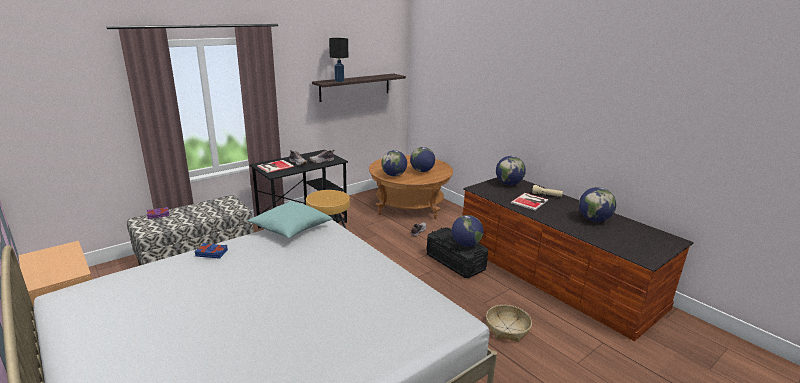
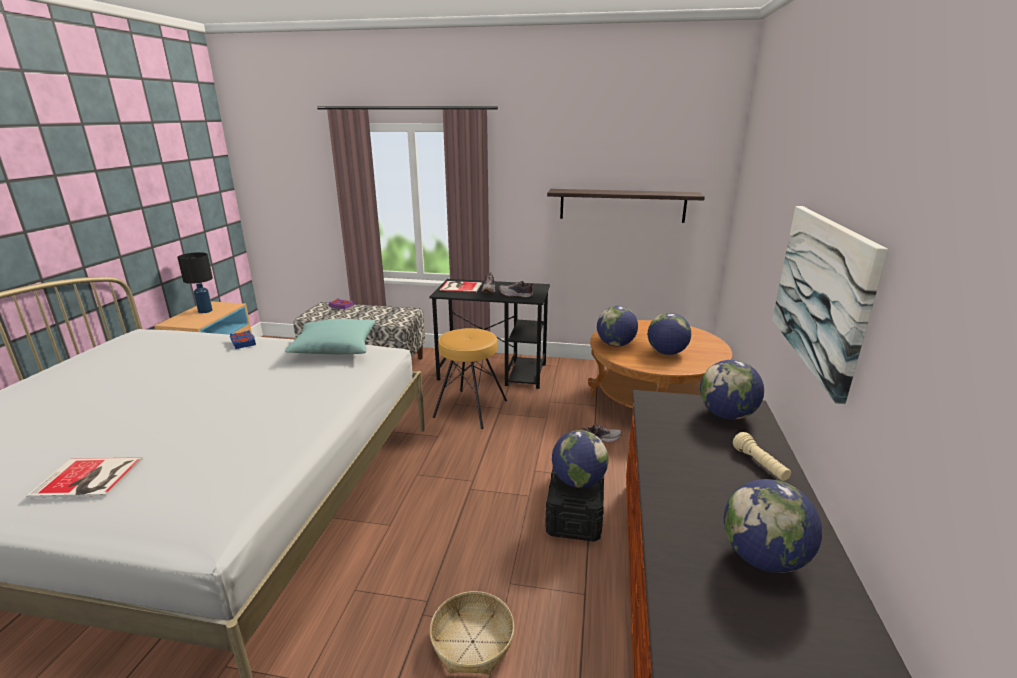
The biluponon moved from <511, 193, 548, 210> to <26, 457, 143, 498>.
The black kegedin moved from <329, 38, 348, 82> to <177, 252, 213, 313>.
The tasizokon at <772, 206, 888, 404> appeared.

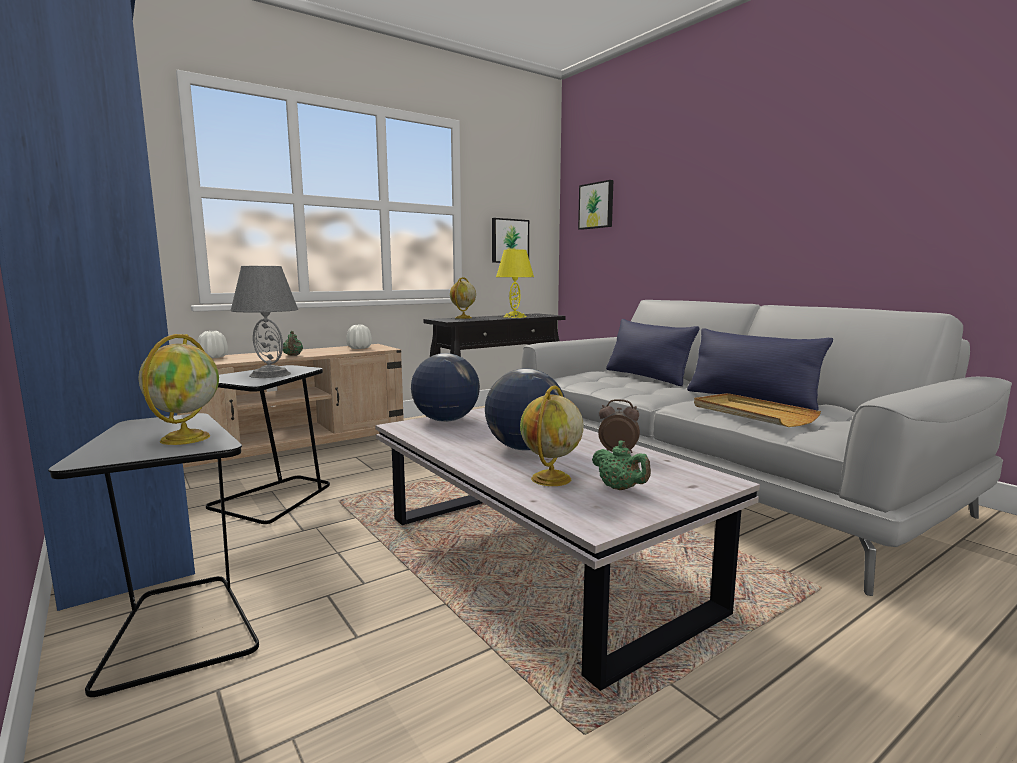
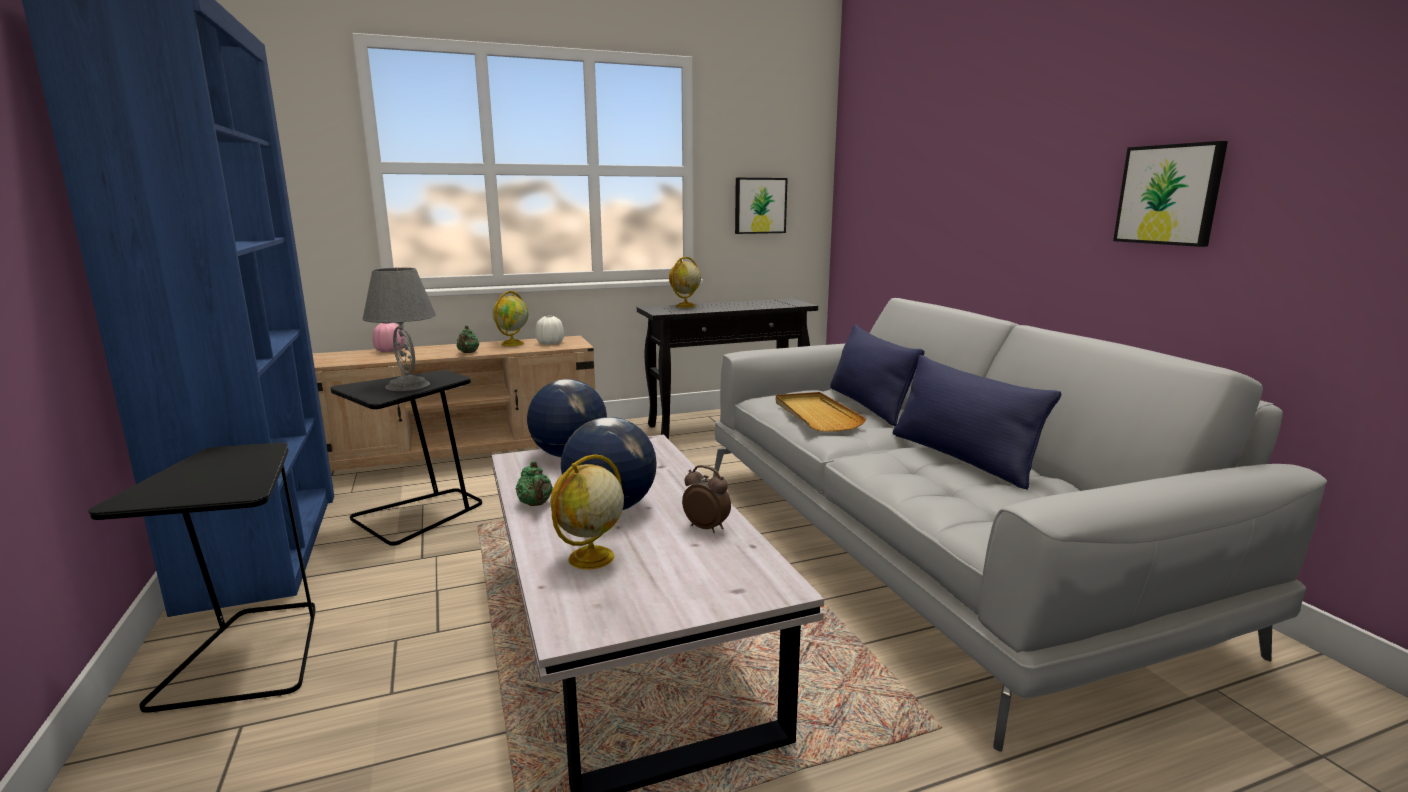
The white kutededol at <197, 331, 228, 358> became the pink kutededol at <373, 323, 405, 352>.
The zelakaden moved from <138, 334, 219, 445> to <492, 291, 529, 346>.
The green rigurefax moved from <592, 440, 651, 490> to <515, 461, 553, 506>.
The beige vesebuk moved from <694, 393, 821, 427> to <776, 392, 867, 432>.
The tasizokon moved from <578, 180, 613, 230> to <1113, 141, 1228, 247>.
The yellow kegedin at <496, 249, 534, 318> disappeared.

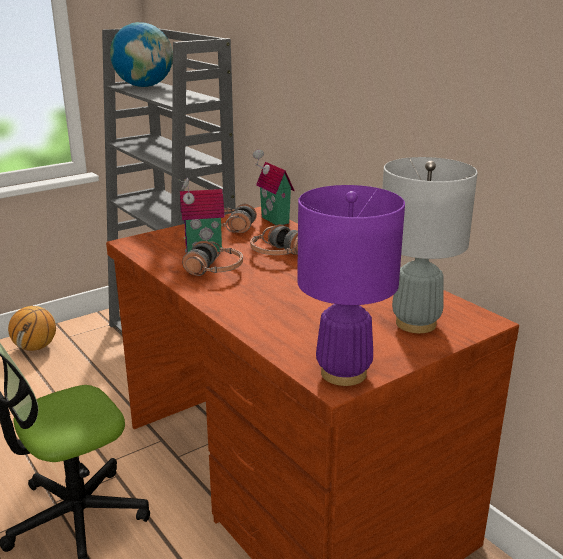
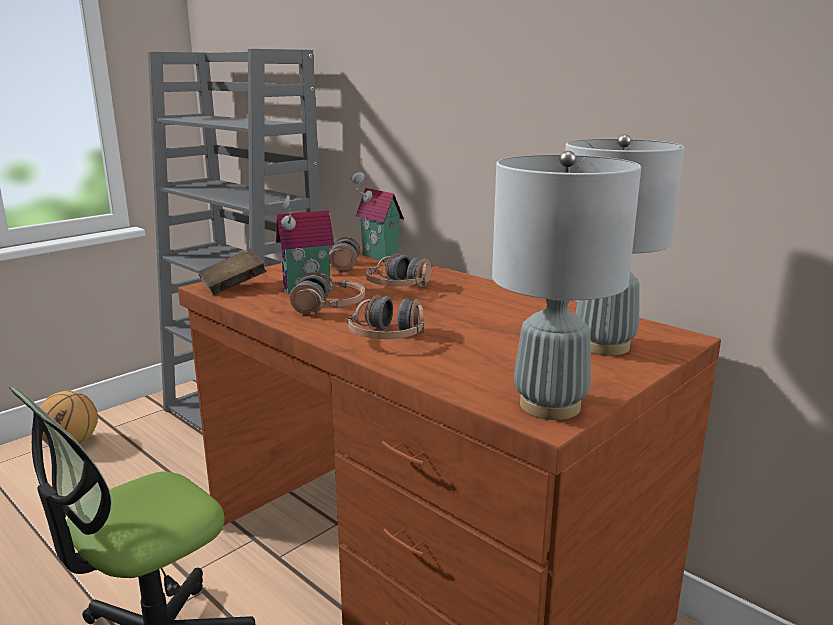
The brown biluponon at <198, 249, 267, 295> appeared.
The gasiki at <347, 295, 424, 339> appeared.
The purple kegedin at <297, 185, 405, 386> became the grey kegedin at <492, 151, 641, 420>.
The zelakaden at <110, 22, 173, 87> disappeared.

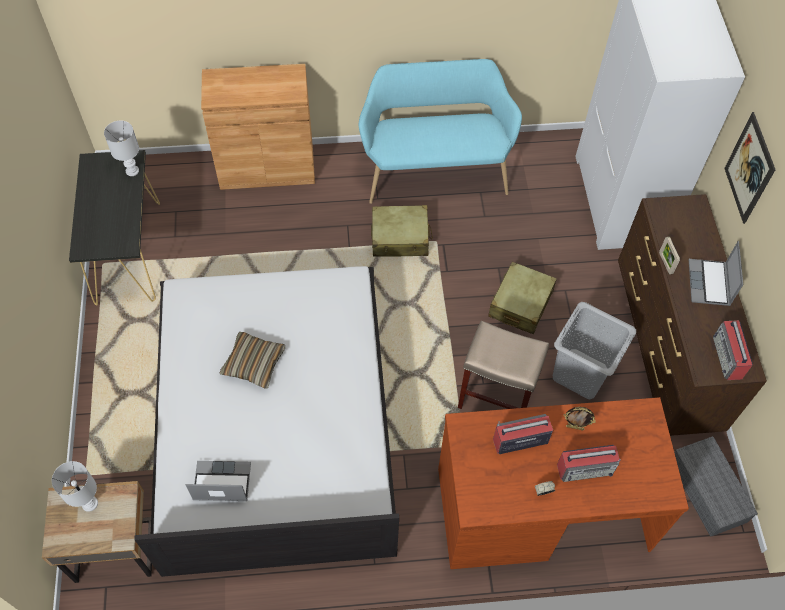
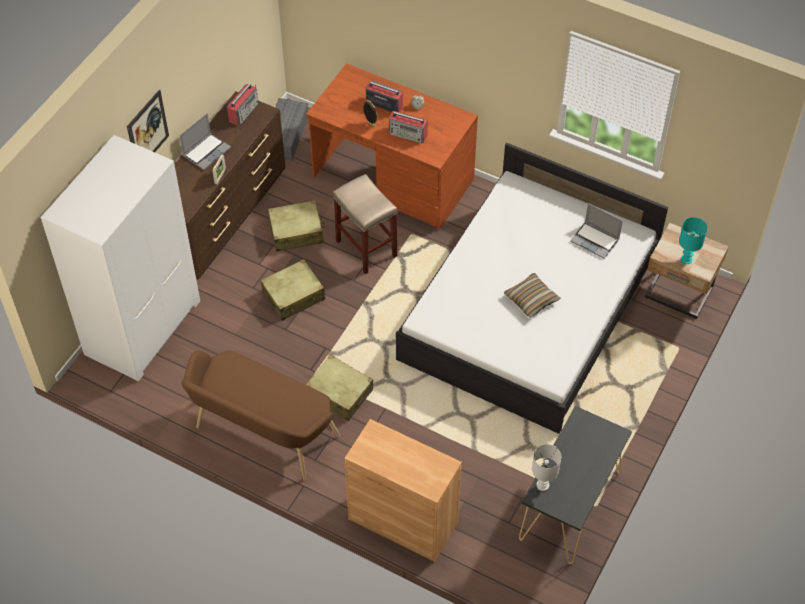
The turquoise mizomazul at <359, 59, 522, 204> became the brown mizomazul at <181, 350, 341, 481>.
The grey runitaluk at <553, 302, 636, 400> was replaced by the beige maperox at <268, 200, 325, 252>.
The white kegedin at <52, 461, 98, 512> became the turquoise kegedin at <679, 217, 707, 264>.

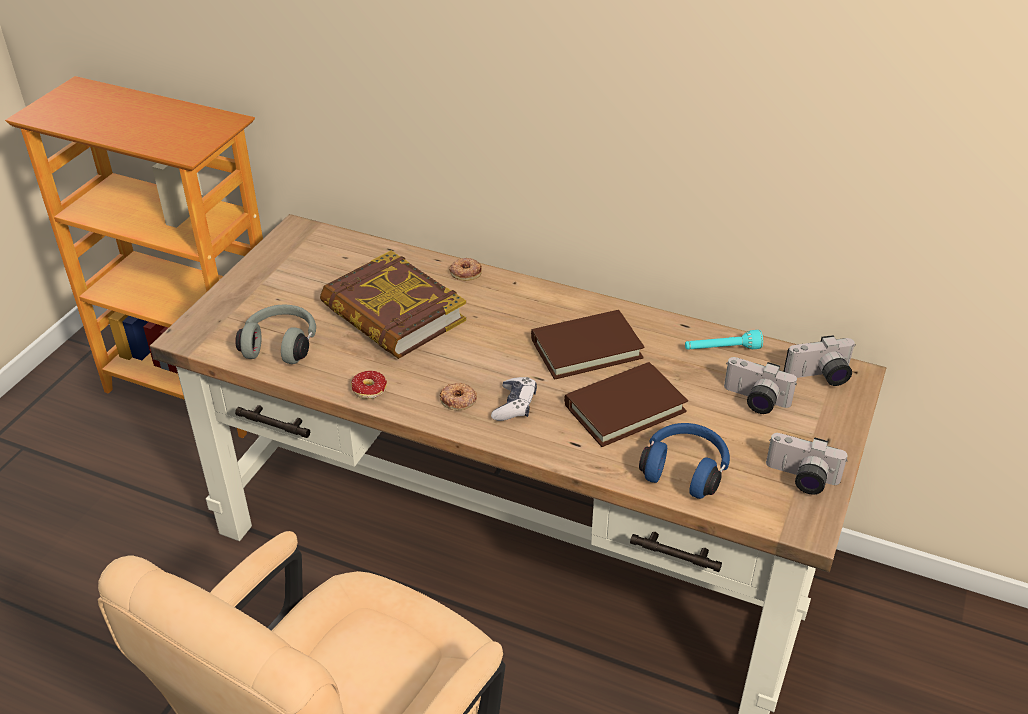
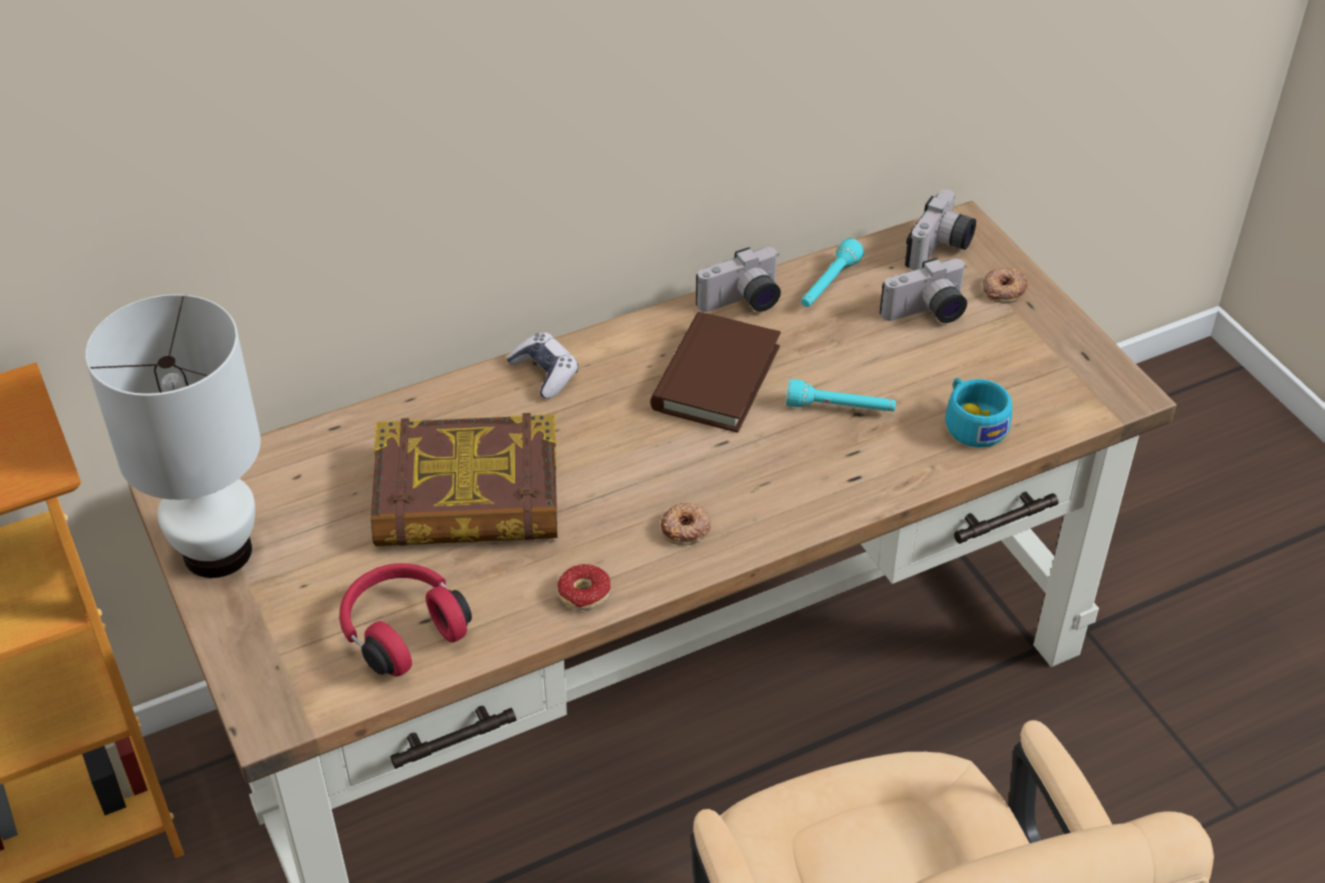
The white kegedin at <85, 294, 261, 578> appeared.
The grey gasiki at <235, 305, 316, 364> became the red gasiki at <339, 563, 472, 677>.
The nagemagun moved from <491, 377, 537, 421> to <506, 332, 578, 399>.
The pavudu moved from <766, 433, 848, 494> to <696, 247, 781, 312>.
The brown biluponon at <564, 362, 688, 447> was replaced by the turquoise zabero at <786, 379, 896, 411>.
The blue gasiki at <639, 423, 730, 499> was replaced by the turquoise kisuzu at <945, 378, 1012, 447>.
The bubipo moved from <449, 258, 482, 281> to <983, 268, 1027, 304>.

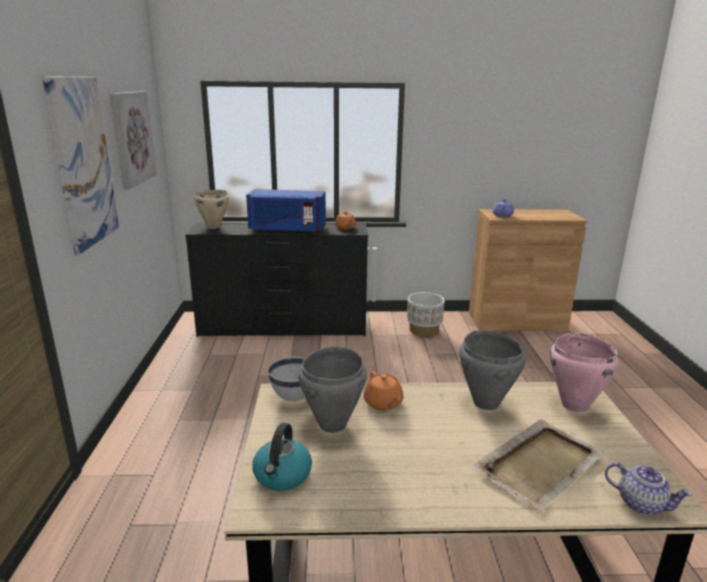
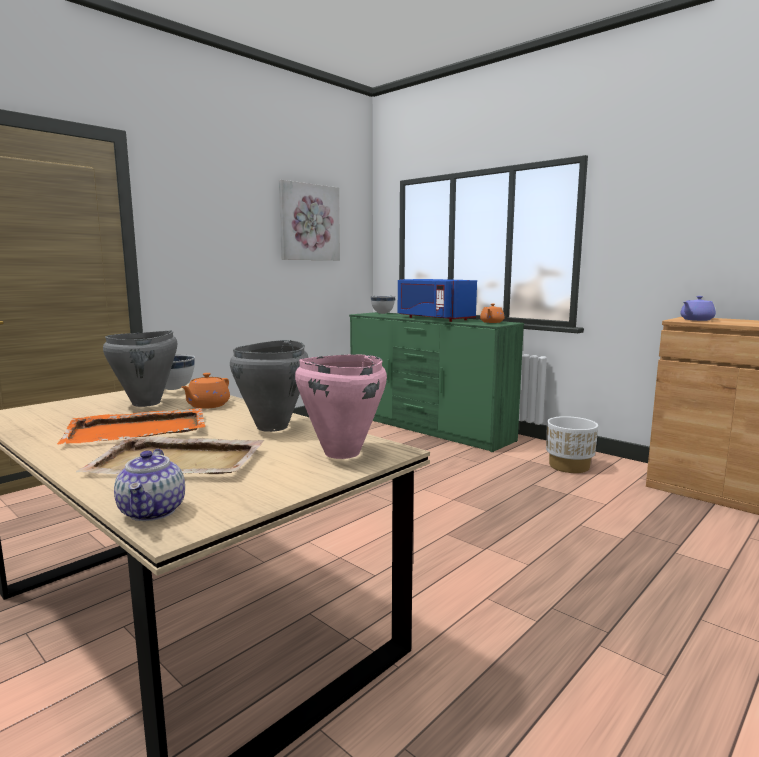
The orange vesebuk at <57, 408, 205, 444> appeared.
The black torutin at <185, 223, 368, 336> became the green torutin at <349, 312, 524, 452>.
The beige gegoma at <194, 190, 229, 229> was replaced by the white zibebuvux at <370, 296, 395, 314>.
The tasizokon at <42, 76, 119, 256> disappeared.
The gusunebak at <252, 423, 312, 491> disappeared.

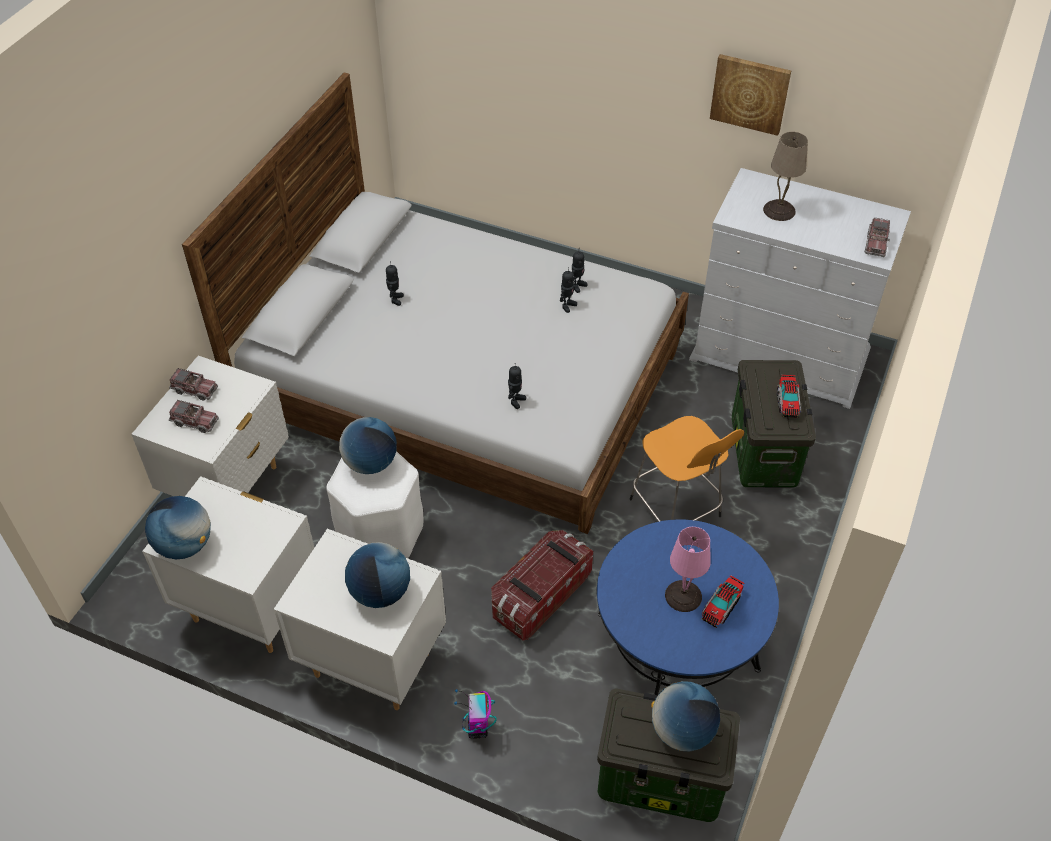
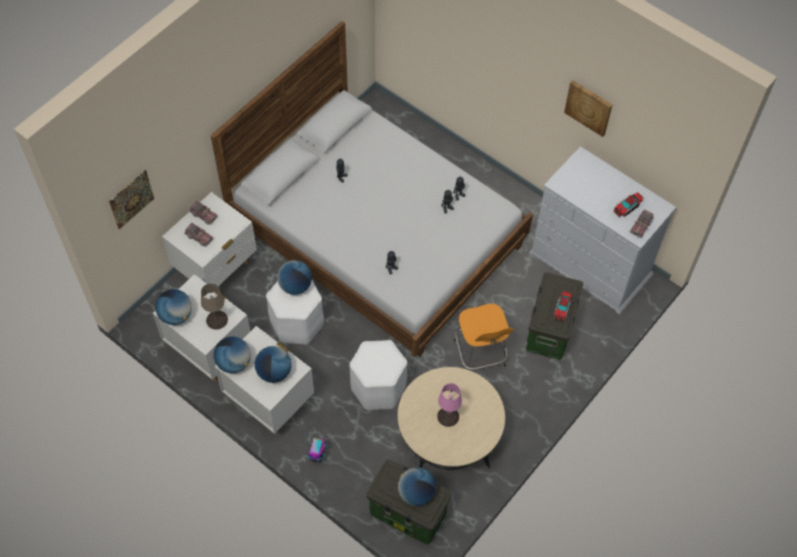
The tasizokon at <109, 170, 154, 229> appeared.
The beige kegedin moved from <763, 132, 808, 221> to <201, 284, 228, 329>.
The zelakaden at <214, 337, 251, 373> appeared.
The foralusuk at <491, 530, 593, 640> was replaced by the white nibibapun at <349, 340, 407, 410>.
The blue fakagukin at <597, 519, 779, 695> became the beige fakagukin at <398, 367, 505, 470>.
The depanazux moved from <701, 576, 744, 628> to <613, 192, 643, 217>.

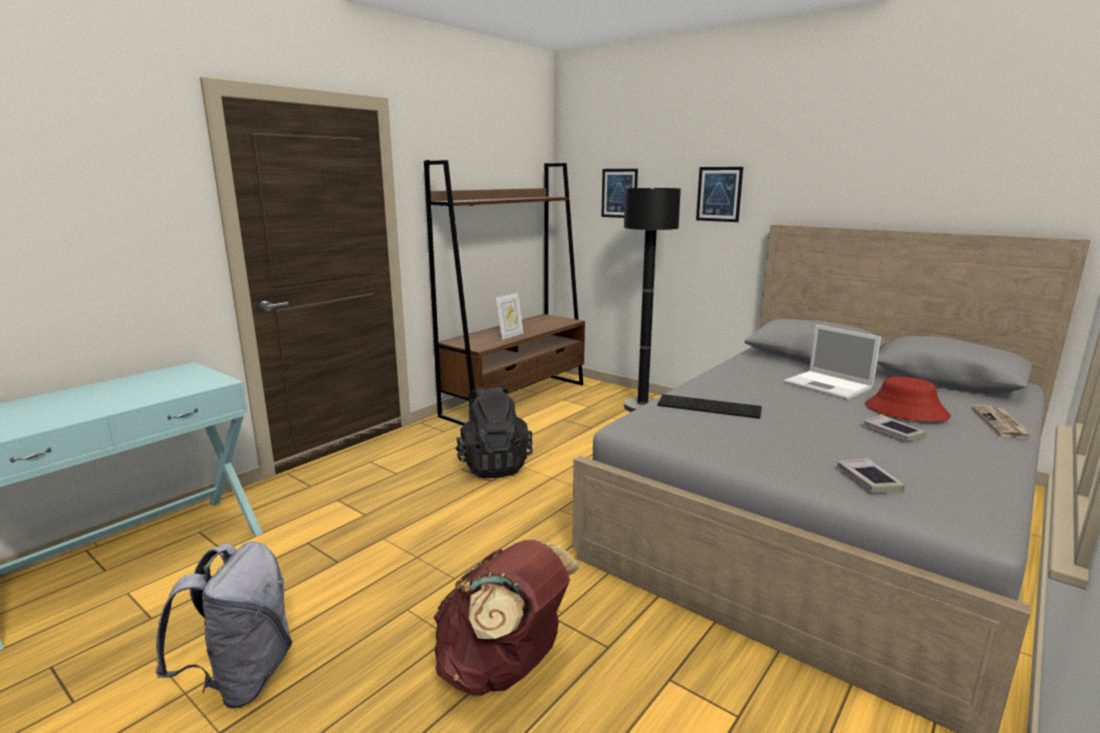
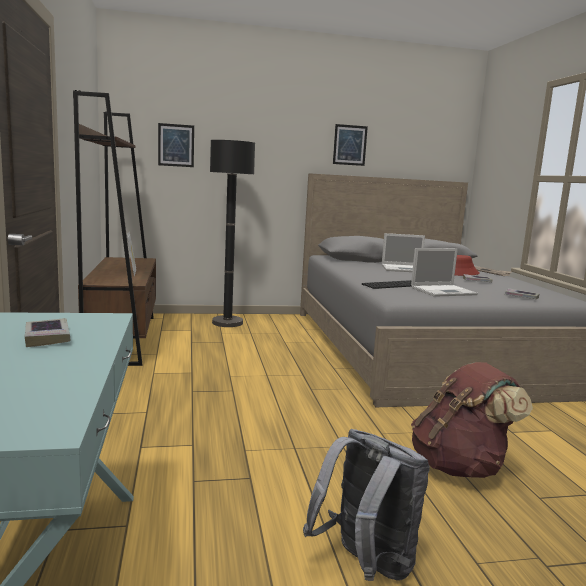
The biluponon at <24, 318, 71, 347> appeared.
The tasizokon moved from <696, 167, 743, 222> to <333, 124, 368, 166>.
The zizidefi at <411, 248, 478, 297> appeared.
The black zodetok at <456, 385, 532, 478> disappeared.

